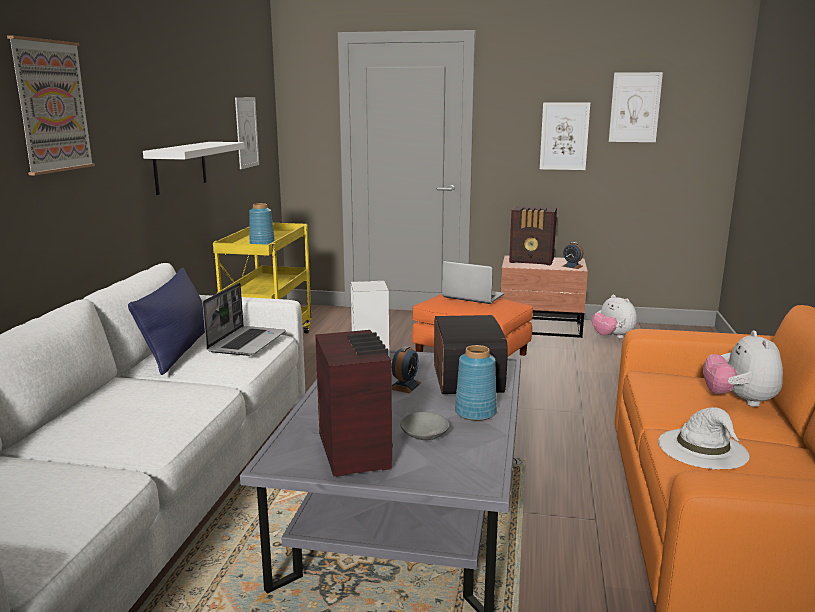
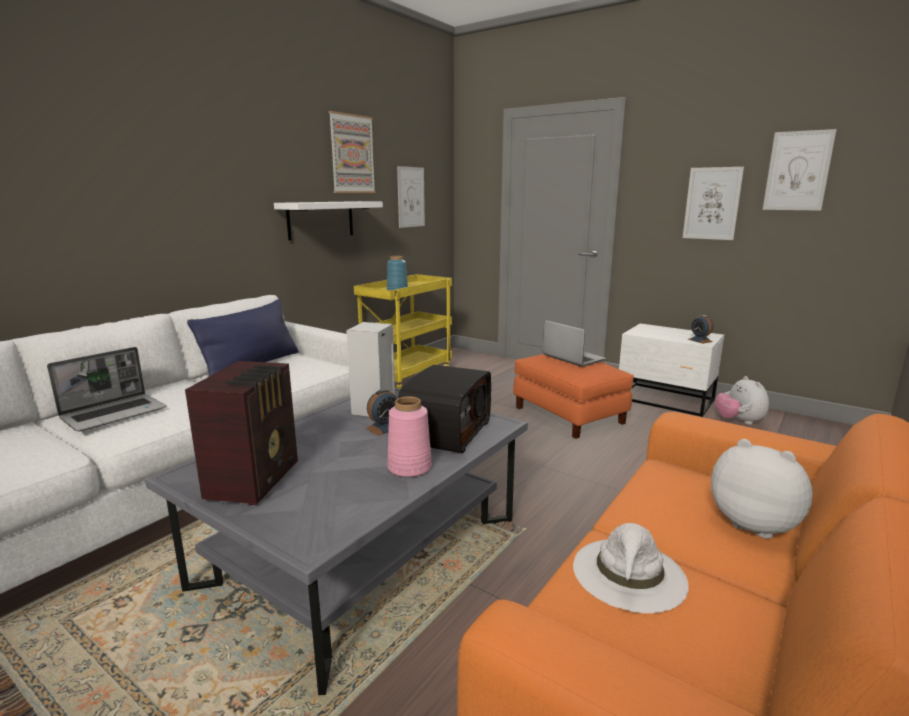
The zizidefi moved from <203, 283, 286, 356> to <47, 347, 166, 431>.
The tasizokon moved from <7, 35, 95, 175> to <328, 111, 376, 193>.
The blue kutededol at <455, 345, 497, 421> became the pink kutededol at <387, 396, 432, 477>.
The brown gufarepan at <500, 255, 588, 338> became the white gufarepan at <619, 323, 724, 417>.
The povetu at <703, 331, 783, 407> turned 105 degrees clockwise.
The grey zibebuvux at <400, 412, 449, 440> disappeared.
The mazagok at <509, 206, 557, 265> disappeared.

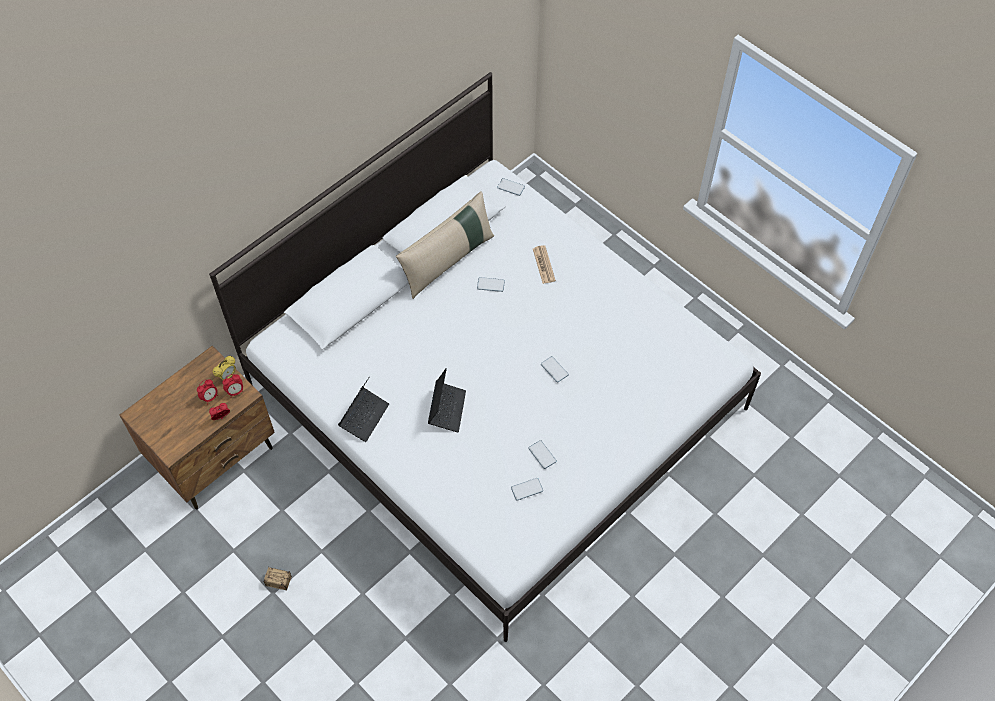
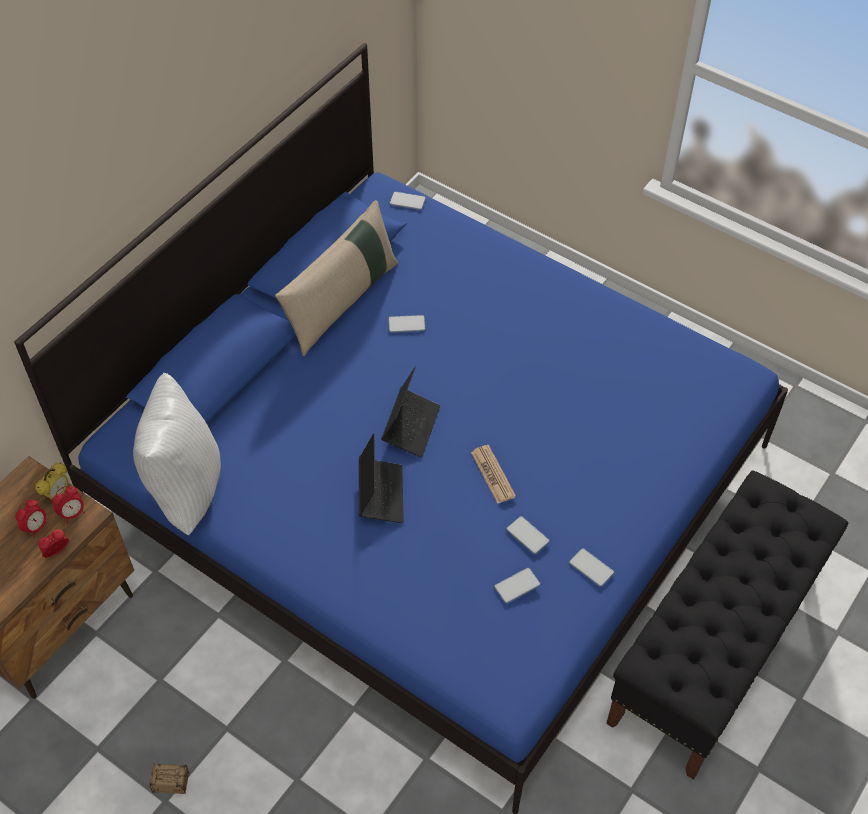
The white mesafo at <209, 72, 761, 642> became the blue mesafo at <14, 43, 788, 814>.
The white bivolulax at <133, 373, 221, 535> appeared.
The zizidefi moved from <338, 376, 389, 442> to <381, 366, 440, 458>.
The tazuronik moved from <533, 245, 556, 284> to <471, 445, 516, 504>.
The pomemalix moved from <541, 356, 569, 382> to <569, 548, 614, 587>.
The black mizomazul at <606, 470, 848, 780> appeared.

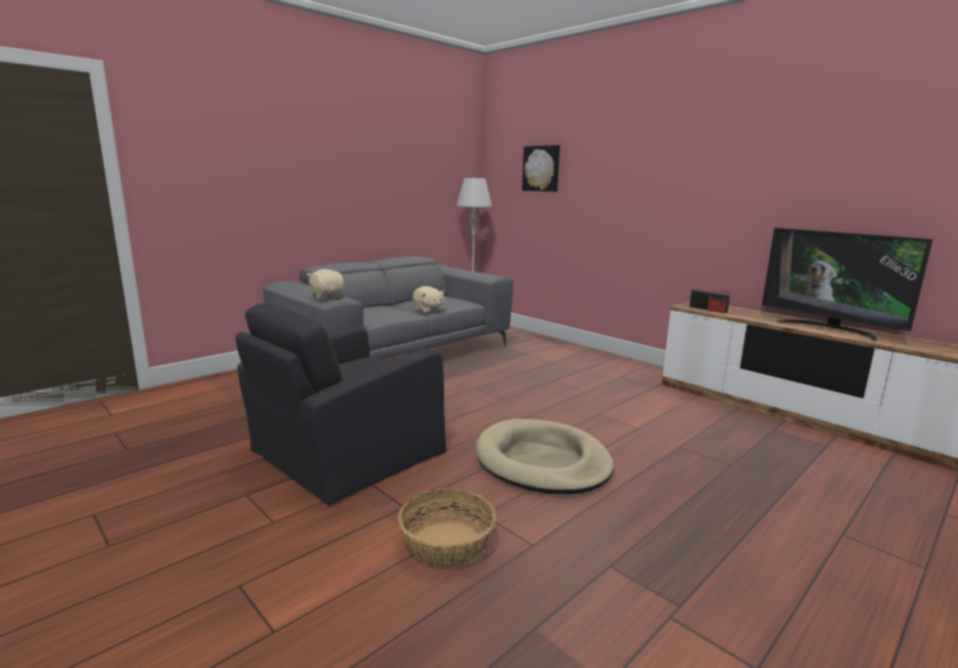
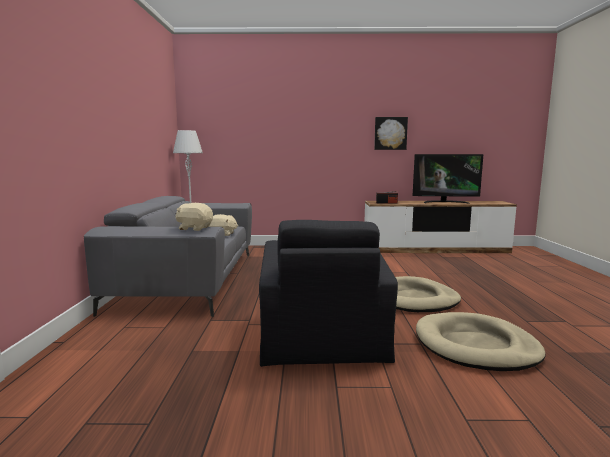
The tasizokon moved from <522, 145, 560, 192> to <374, 117, 408, 150>.
The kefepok at <398, 488, 496, 569> was replaced by the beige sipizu at <416, 312, 545, 371>.

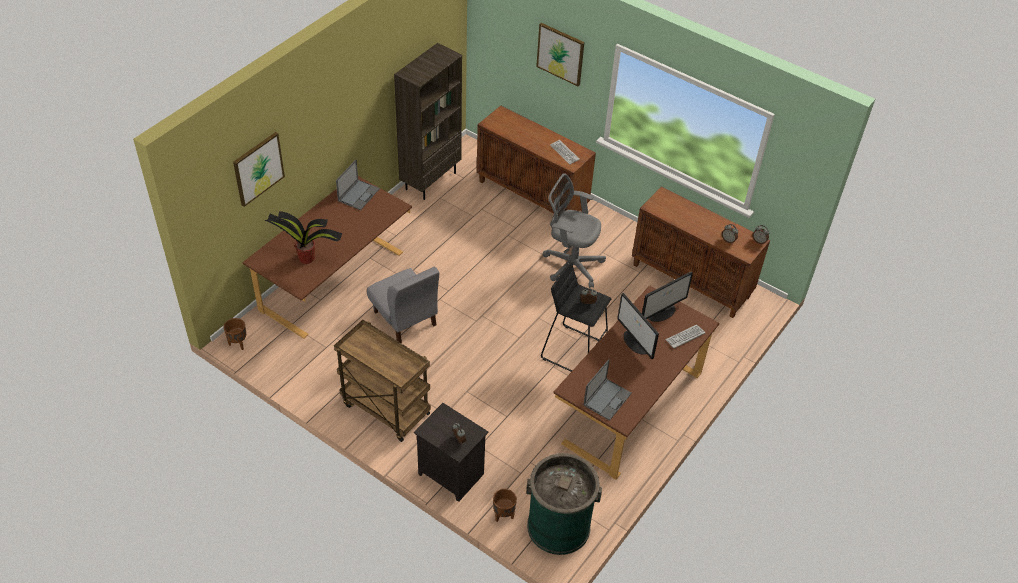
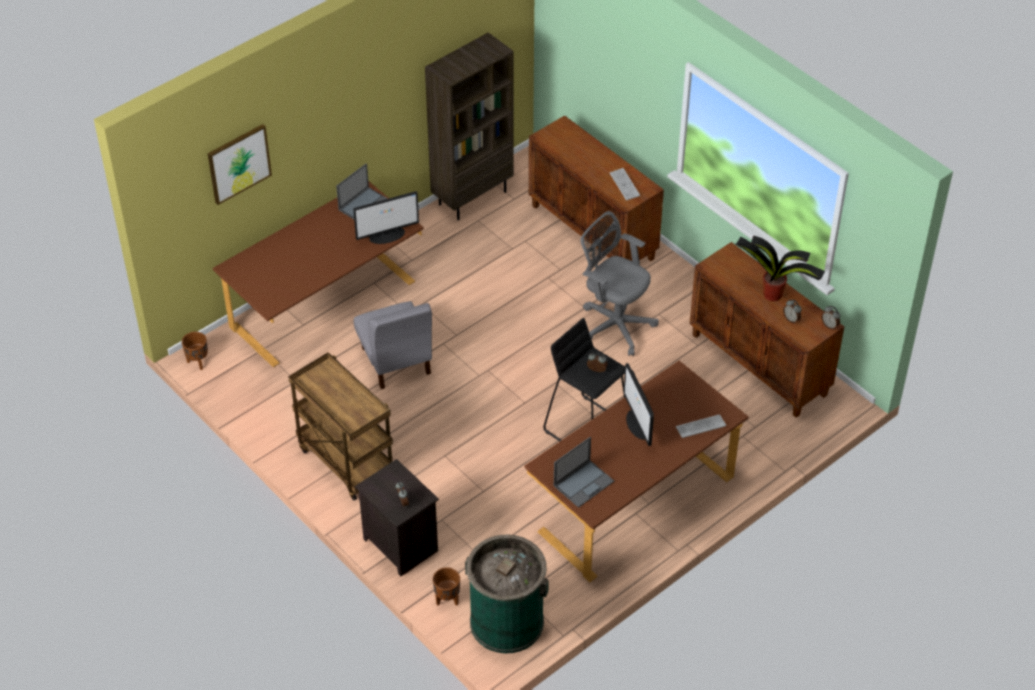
The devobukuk moved from <642, 271, 693, 322> to <353, 191, 419, 244>.
The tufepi moved from <265, 211, 342, 264> to <735, 236, 825, 301>.
The tasizokon at <536, 23, 584, 86> disappeared.

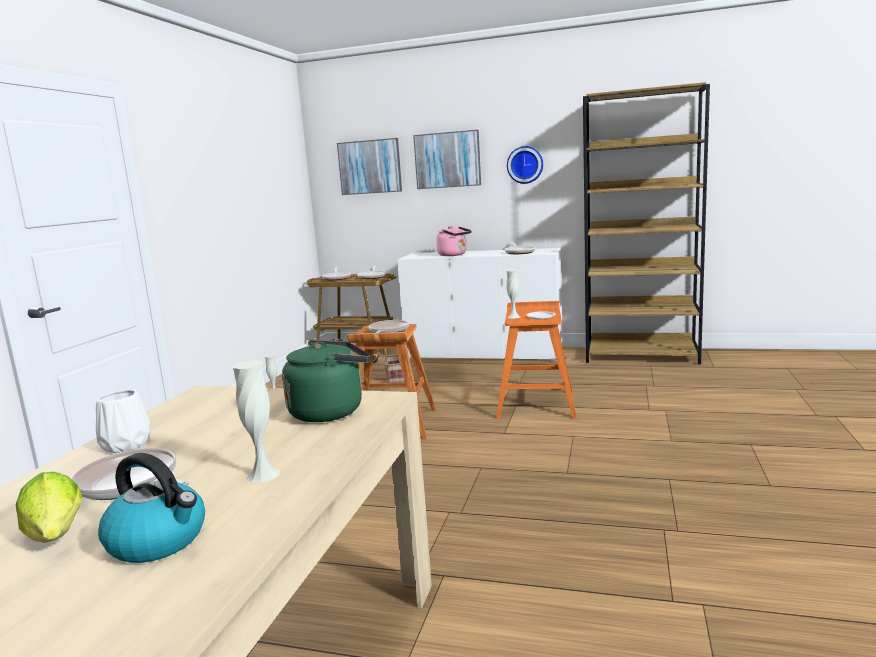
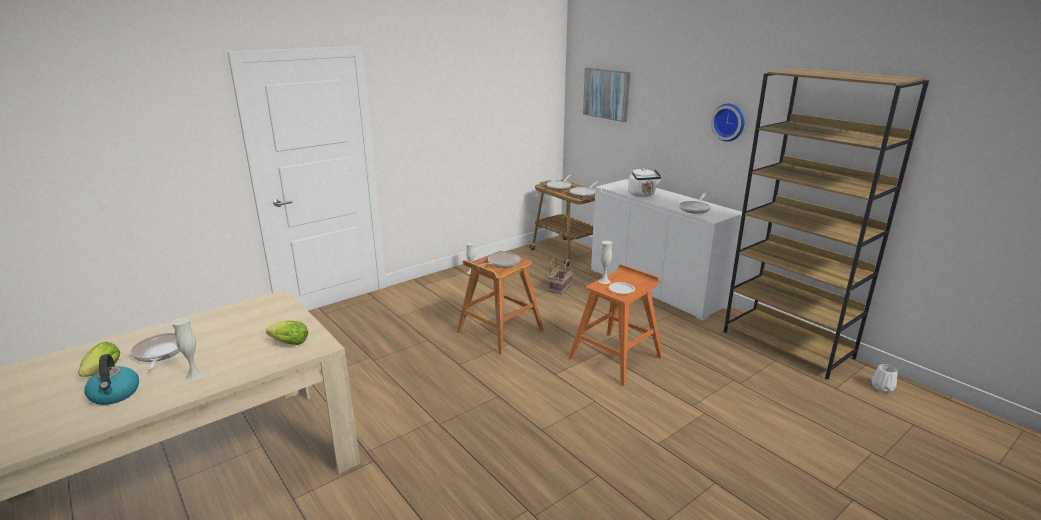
The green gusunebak at <282, 340, 370, 422> was replaced by the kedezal at <266, 321, 308, 345>.
The pink gusunebak at <436, 226, 472, 256> became the white gusunebak at <628, 168, 661, 197>.
The white kutededol moved from <96, 390, 151, 453> to <871, 364, 897, 393>.
The tasizokon at <413, 130, 481, 189> disappeared.

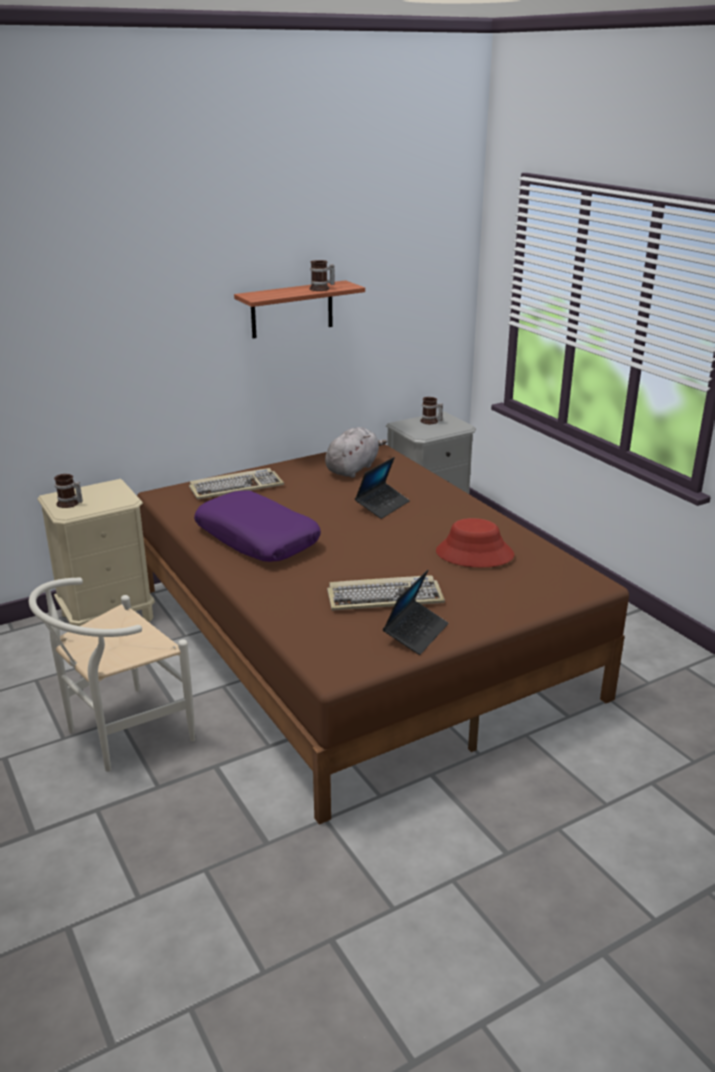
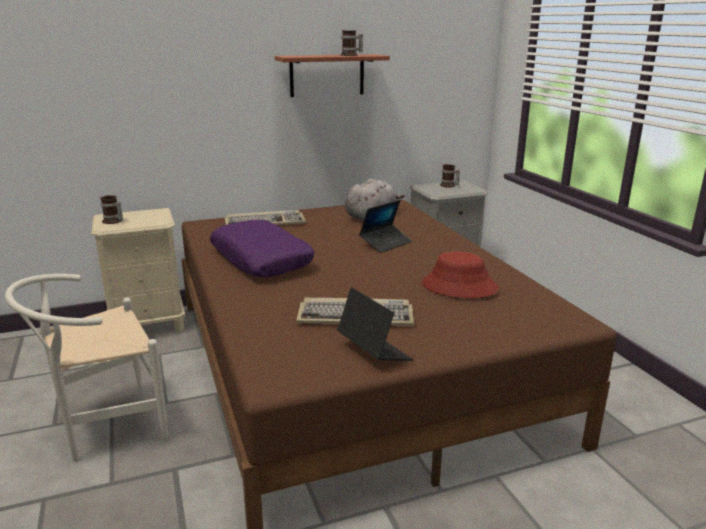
The zizidefi at <383, 570, 449, 655> turned 75 degrees counterclockwise.

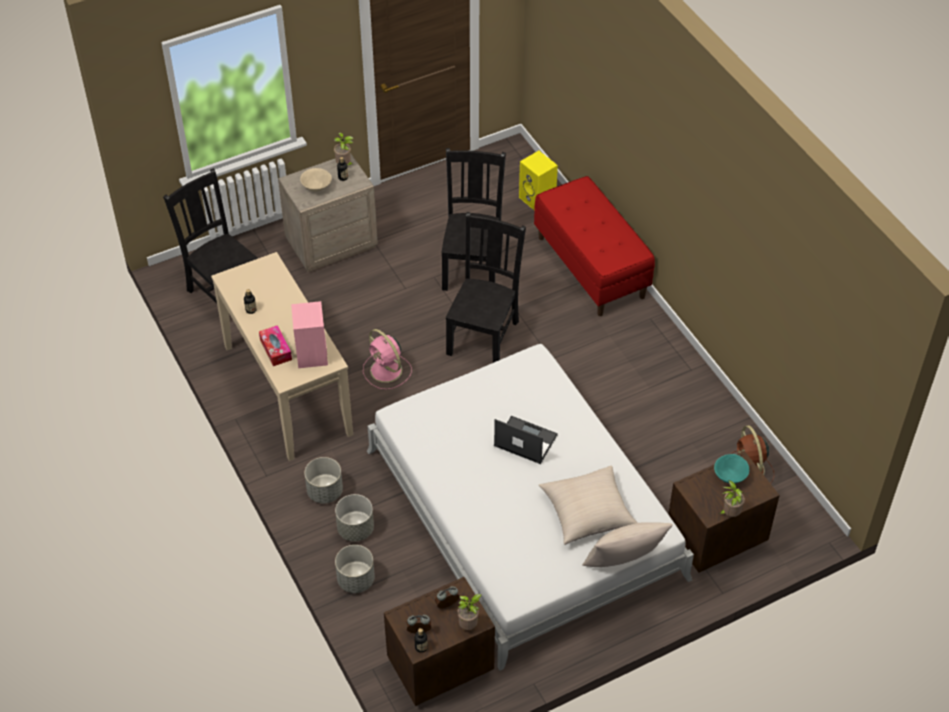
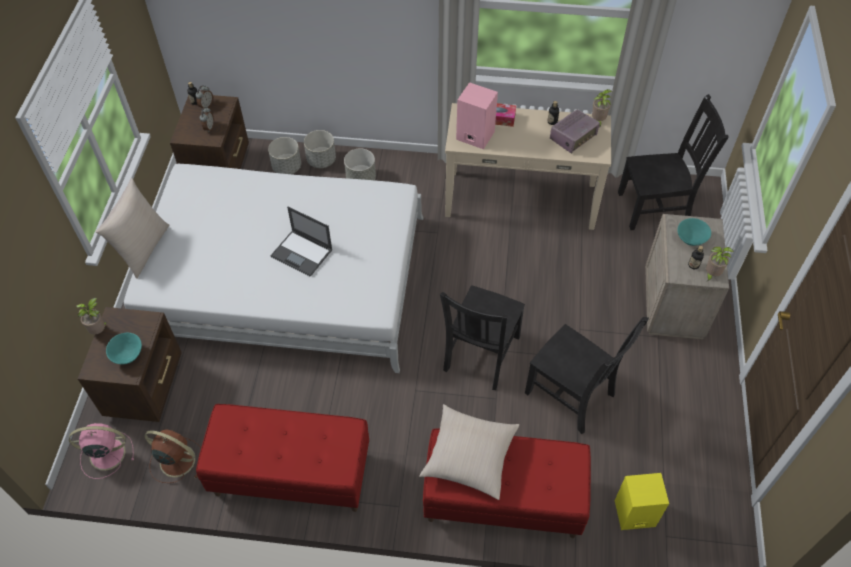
The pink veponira moved from <363, 329, 412, 389> to <69, 423, 134, 479>.
The red mizomazul at <196, 404, 369, 512> appeared.
The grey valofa moved from <304, 457, 343, 503> to <268, 137, 301, 174>.
The zizidefi at <494, 416, 558, 464> turned 60 degrees clockwise.
The beige bivolulax moved from <539, 466, 637, 545> to <419, 404, 519, 500>.
The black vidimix at <446, 212, 526, 363> turned 60 degrees clockwise.
The mazagok at <550, 109, 600, 153> appeared.
The tufepi moved from <457, 594, 482, 630> to <592, 89, 612, 128>.
The beige zibebuvux at <300, 168, 332, 192> became the turquoise zibebuvux at <677, 218, 711, 246>.

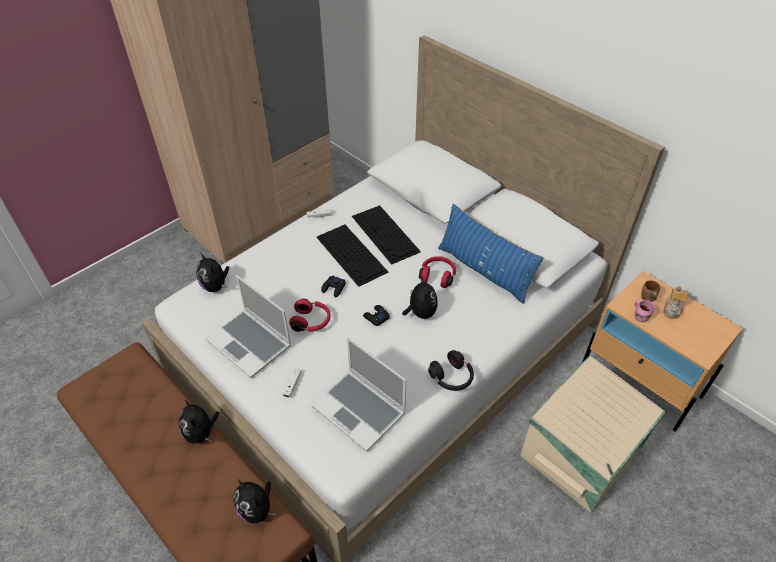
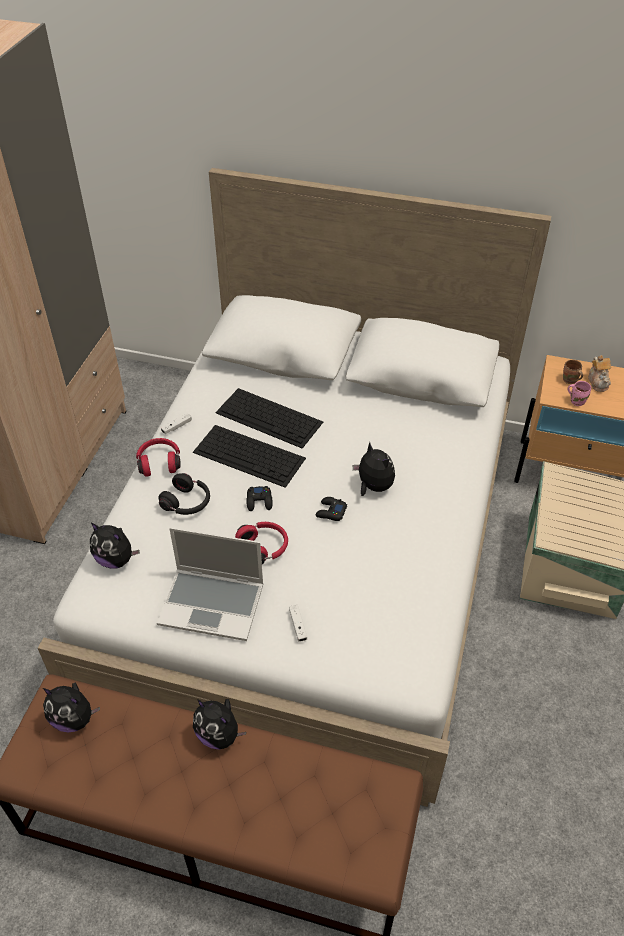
The povetu moved from <233, 479, 276, 524> to <43, 683, 100, 733>.
The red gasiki moved from <419, 256, 456, 288> to <136, 438, 181, 477>.
The black gasiki moved from <428, 350, 474, 391> to <158, 473, 210, 515>.
The zizidefi at <311, 337, 406, 452> disappeared.
The blue bivolulax at <438, 203, 543, 304> disappeared.

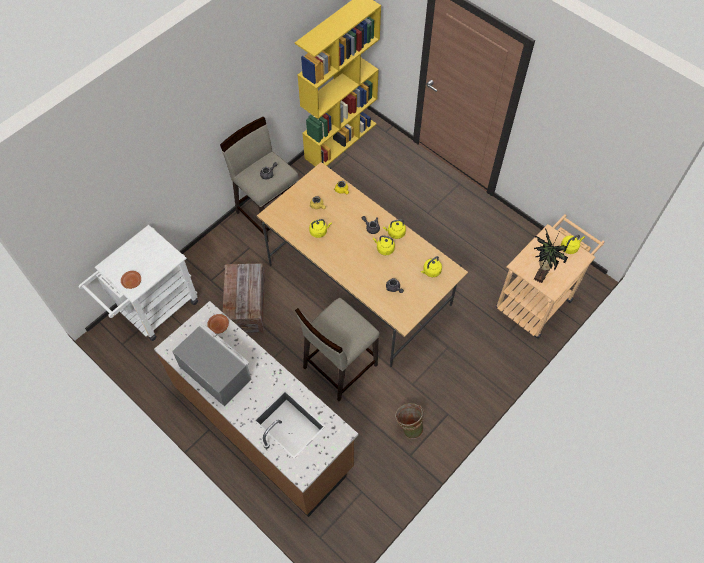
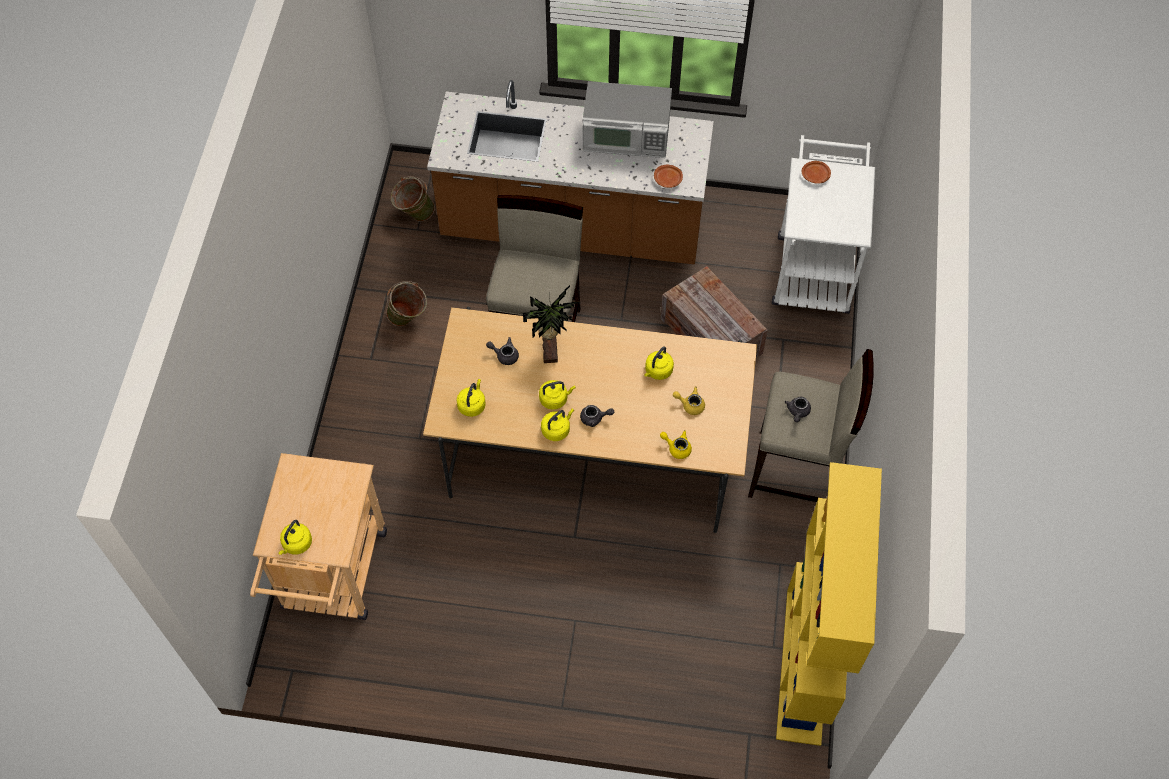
The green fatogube at <391, 177, 435, 222> appeared.
The tufepi moved from <534, 228, 568, 283> to <523, 285, 580, 363>.

